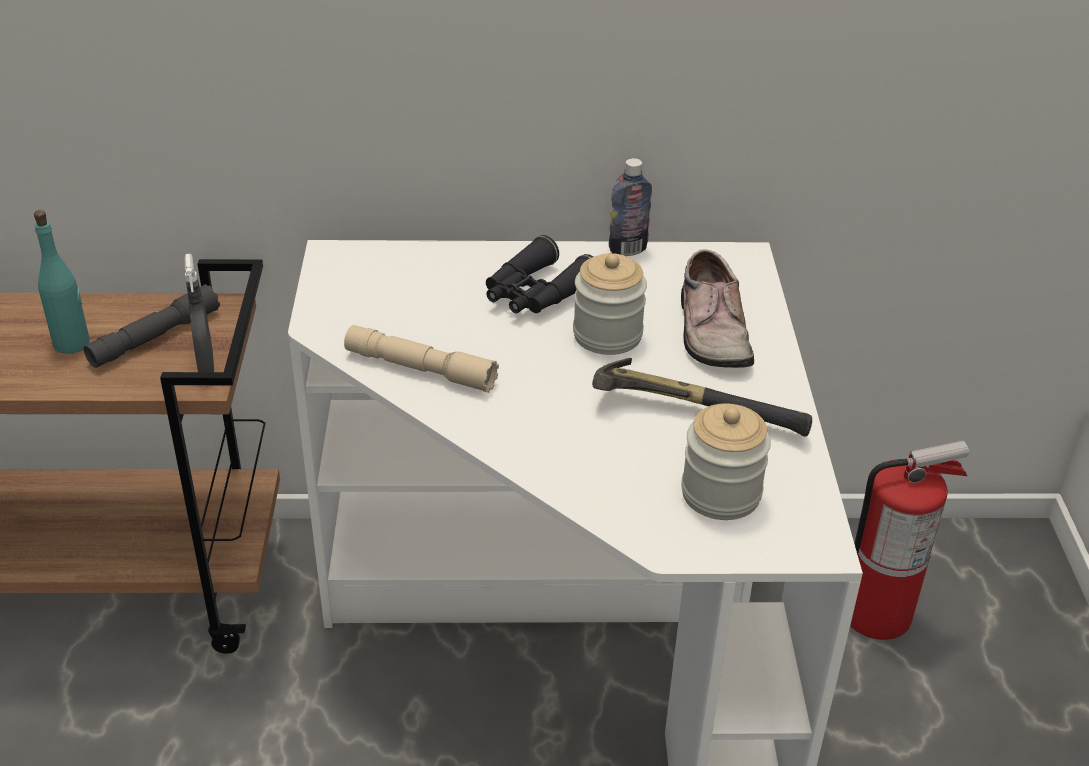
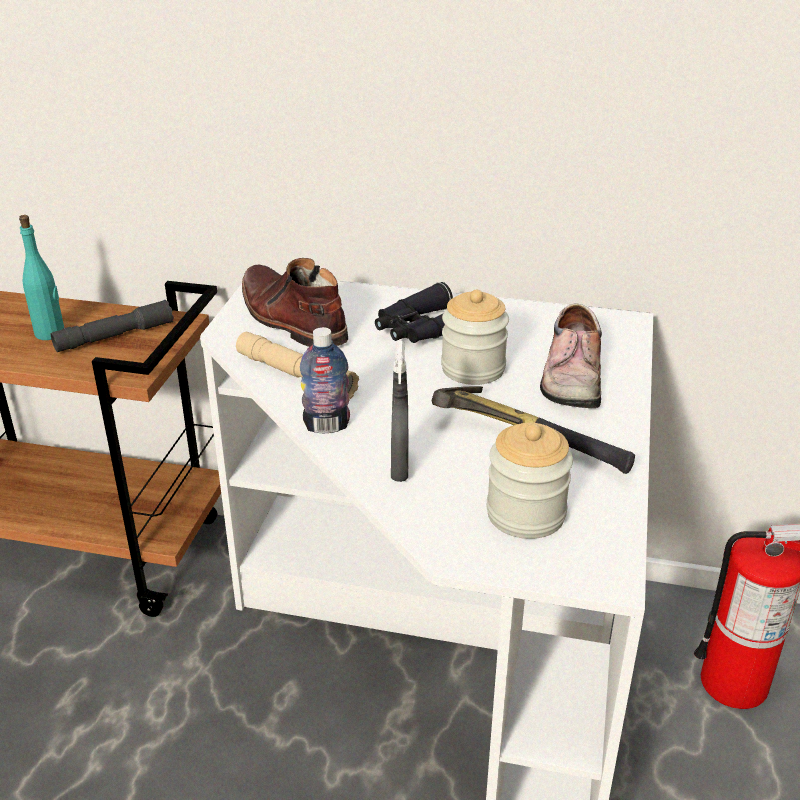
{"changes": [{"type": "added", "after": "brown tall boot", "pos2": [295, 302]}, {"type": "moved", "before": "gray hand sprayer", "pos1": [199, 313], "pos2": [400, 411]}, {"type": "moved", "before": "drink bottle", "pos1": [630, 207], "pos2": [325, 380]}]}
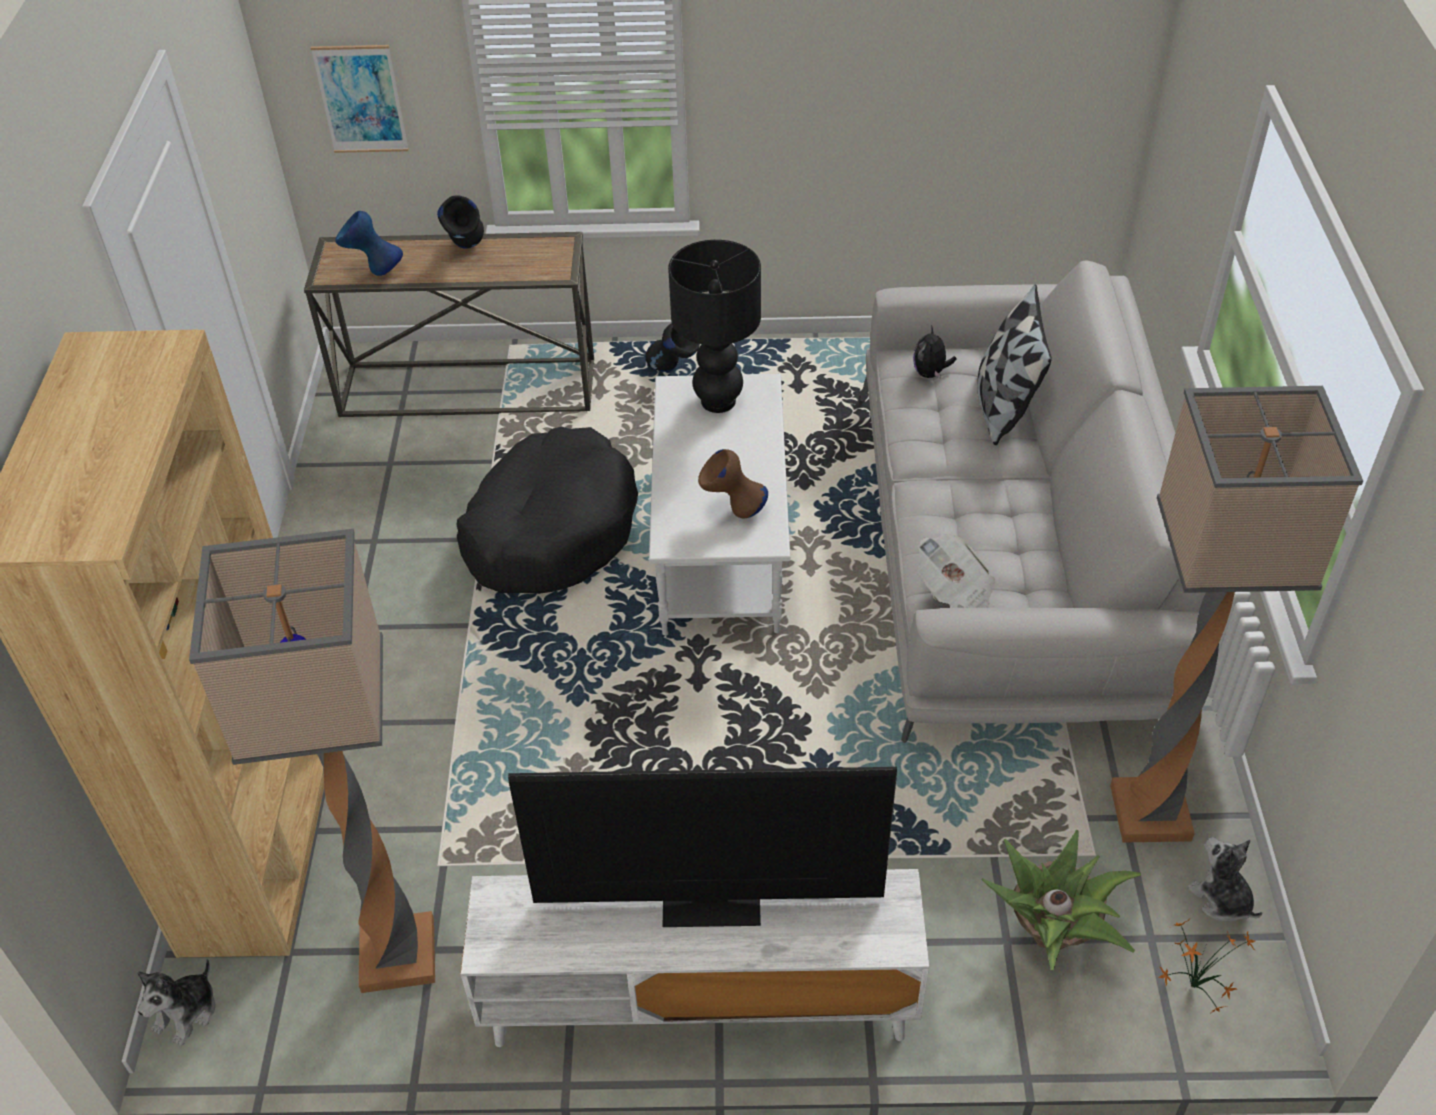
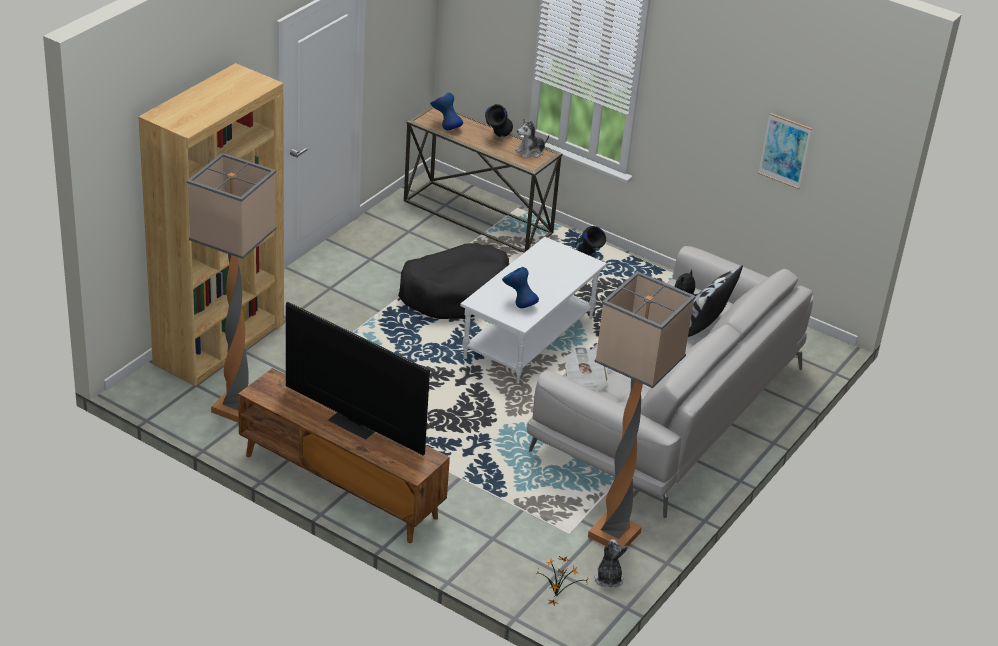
{"changes": [{"type": "removed", "before": "black-coloured table lamp", "pos1": [714, 326]}, {"type": "removed", "before": "houseplant", "pos1": [1061, 900]}, {"type": "moved", "before": "plush toy", "pos1": [176, 1002], "pos2": [532, 138]}, {"type": "moved", "before": "wall art", "pos1": [360, 99], "pos2": [785, 151]}, {"type": "recoloured", "before": "white tv unit", "after": "brown tv unit", "pos1": [694, 958], "pos2": [344, 455]}, {"type": "recoloured", "before": "brown flower vase", "after": "blue-coloured flower vase", "pos1": [733, 483], "pos2": [520, 287]}]}
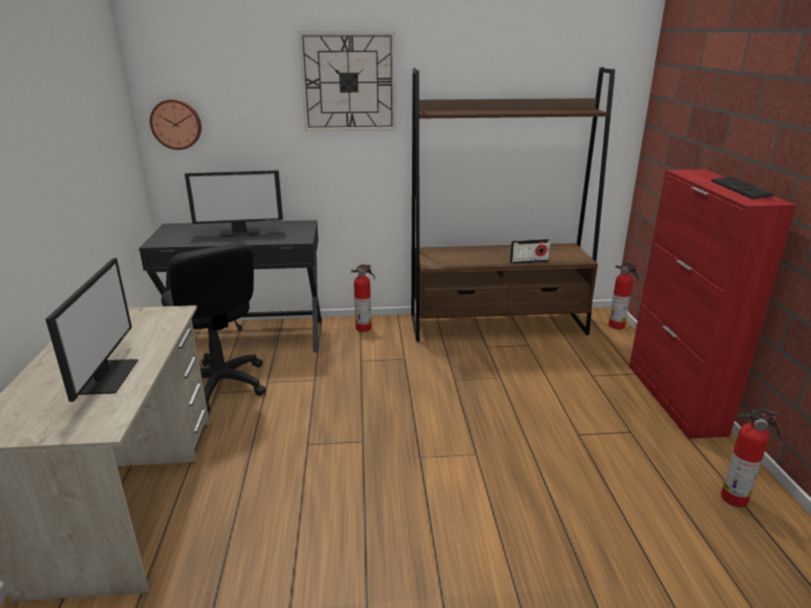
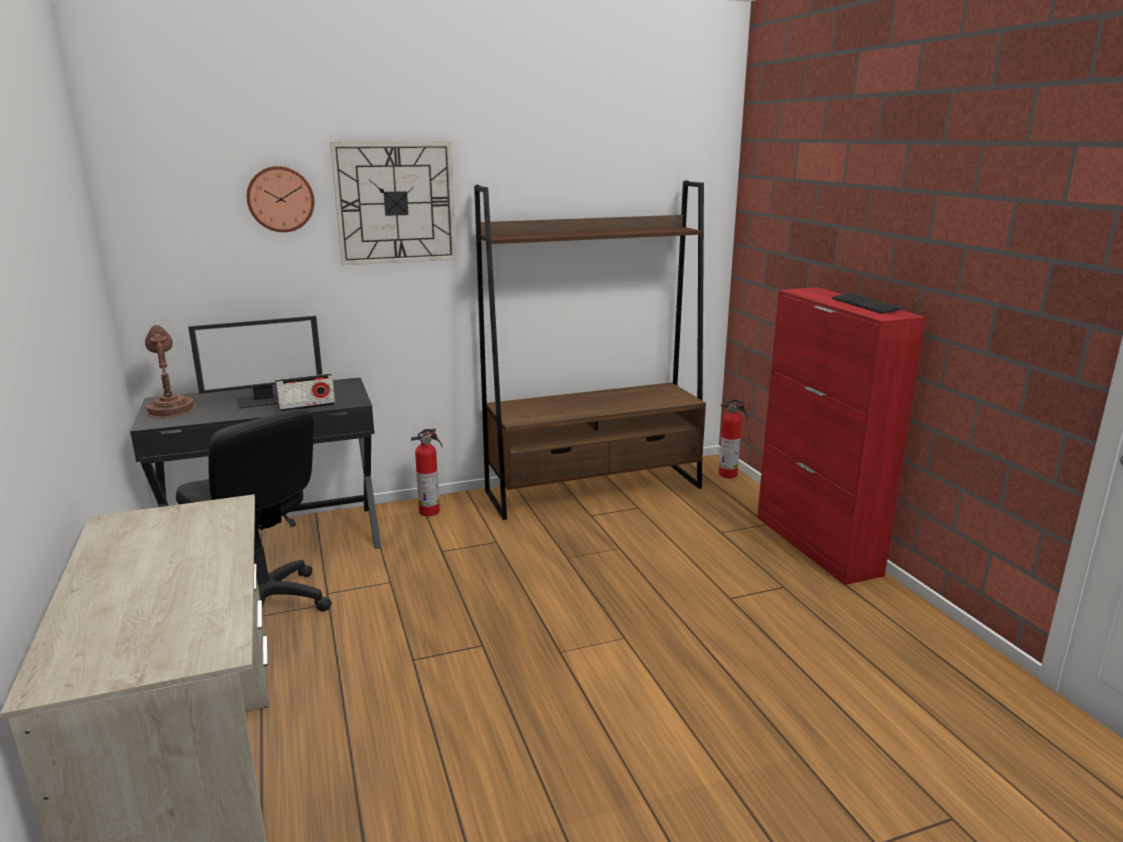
{"changes": [{"type": "removed", "before": "computer screen", "pos1": [92, 330]}, {"type": "removed", "before": "fire-fighting cylinder", "pos1": [750, 458]}, {"type": "added", "after": "brown table lamp", "pos2": [170, 371]}, {"type": "moved", "before": "hanging clock", "pos1": [176, 124], "pos2": [280, 199]}, {"type": "moved", "before": "radio", "pos1": [530, 251], "pos2": [305, 393]}]}
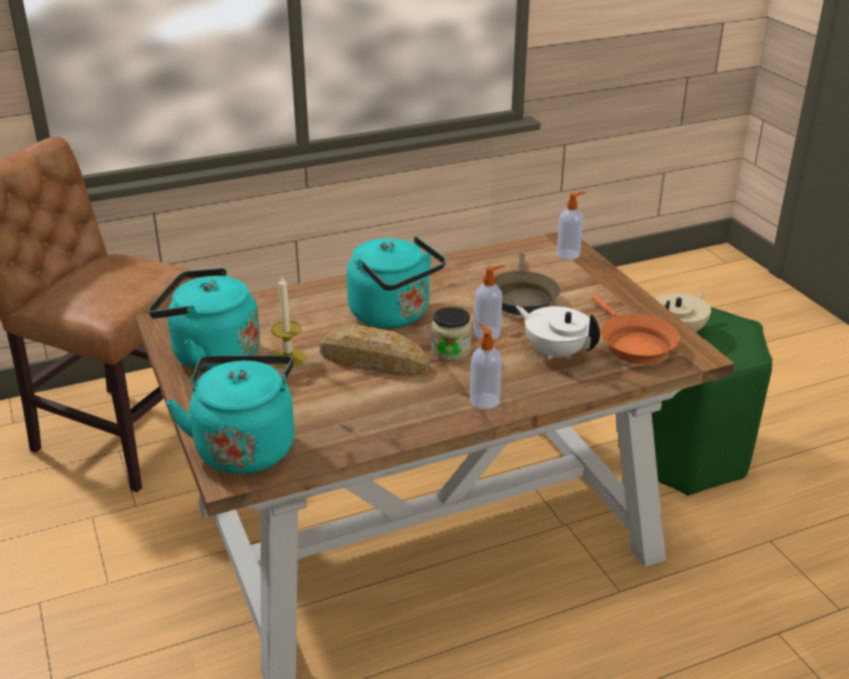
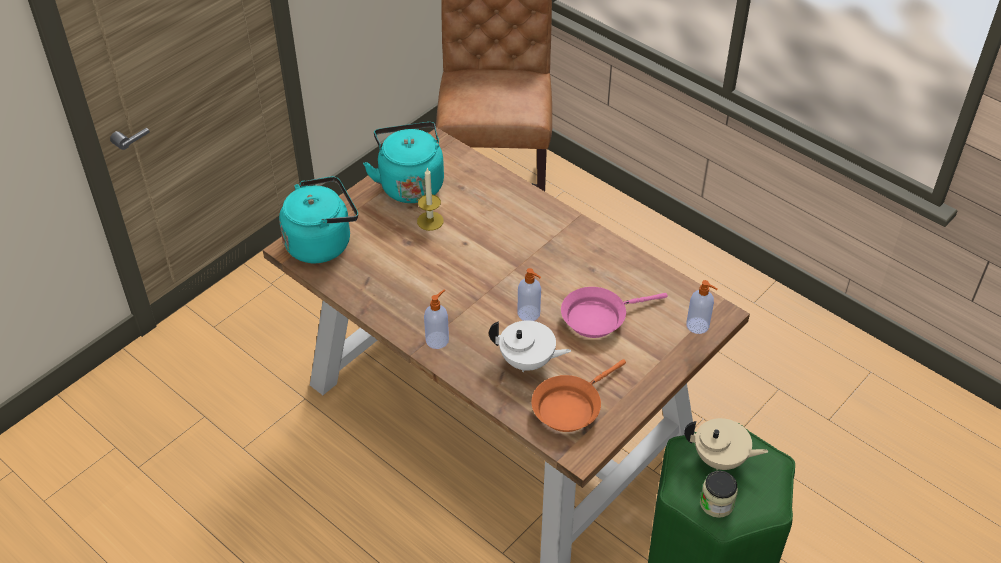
{"changes": [{"type": "removed", "before": "baked bread", "pos1": [374, 350]}, {"type": "removed", "before": "turquoise water kettle", "pos1": [396, 282]}, {"type": "moved", "before": "preserve jar", "pos1": [451, 334], "pos2": [719, 494]}, {"type": "recoloured", "before": "brown frying pan", "after": "pink frying pan", "pos1": [527, 284], "pos2": [614, 312]}, {"type": "turned", "before": "white pot for tea", "pos1": [558, 333], "pos2": [530, 346], "turn": 90}]}
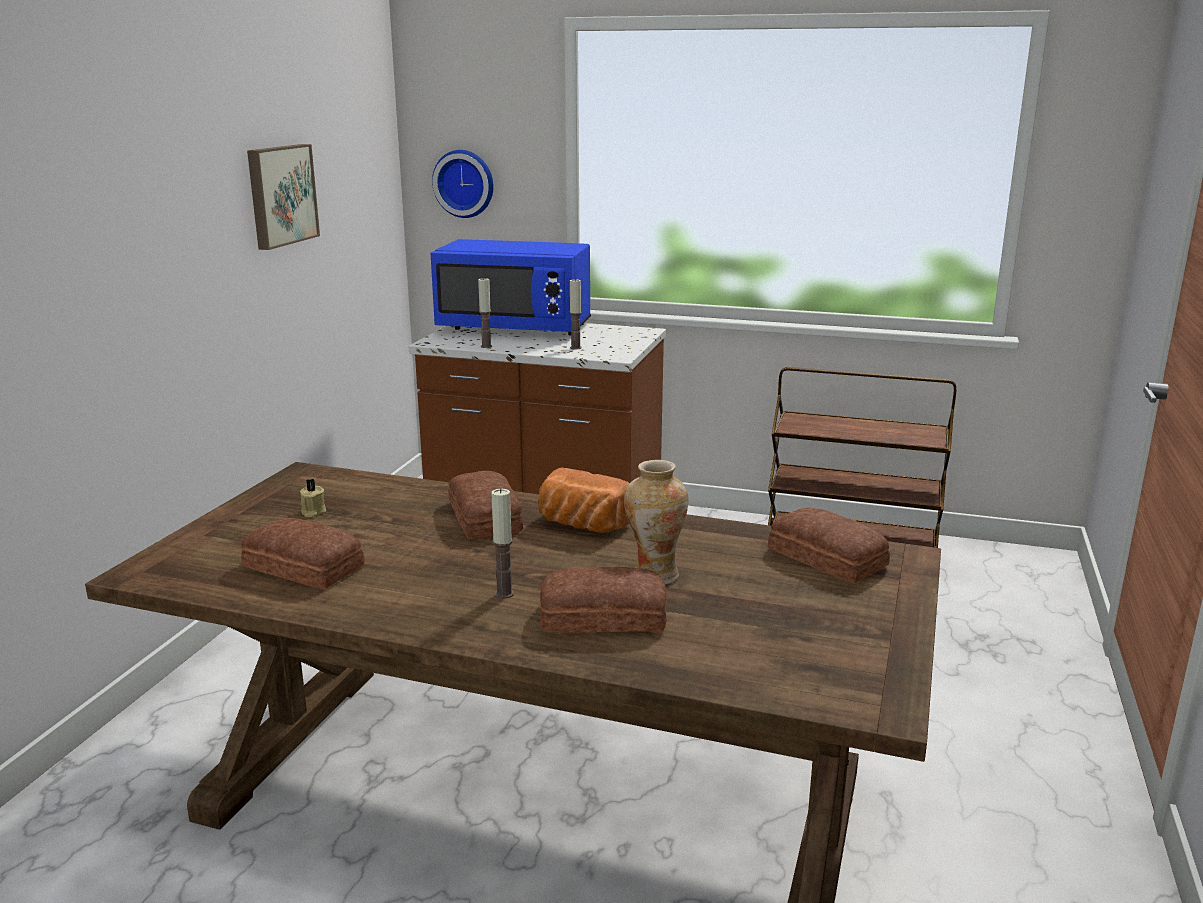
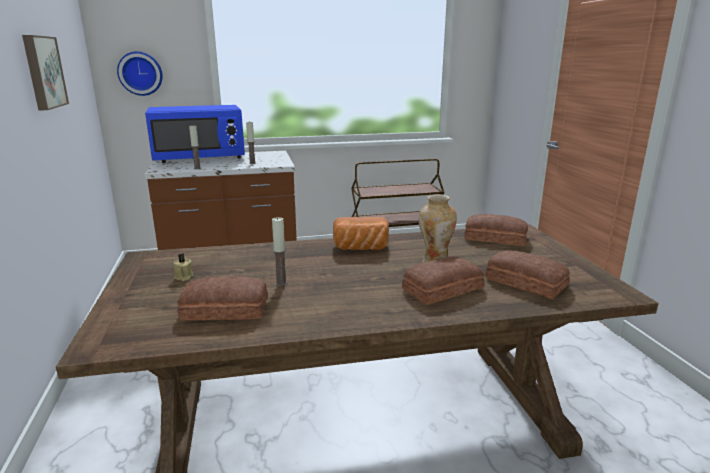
{"changes": [{"type": "moved", "before": "baked bread", "pos1": [485, 504], "pos2": [527, 274]}, {"type": "moved", "before": "wax candle", "pos1": [502, 543], "pos2": [279, 252]}]}
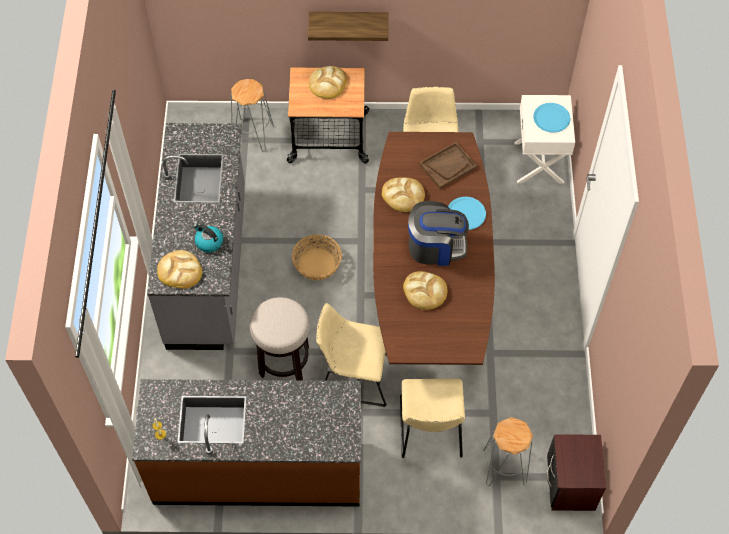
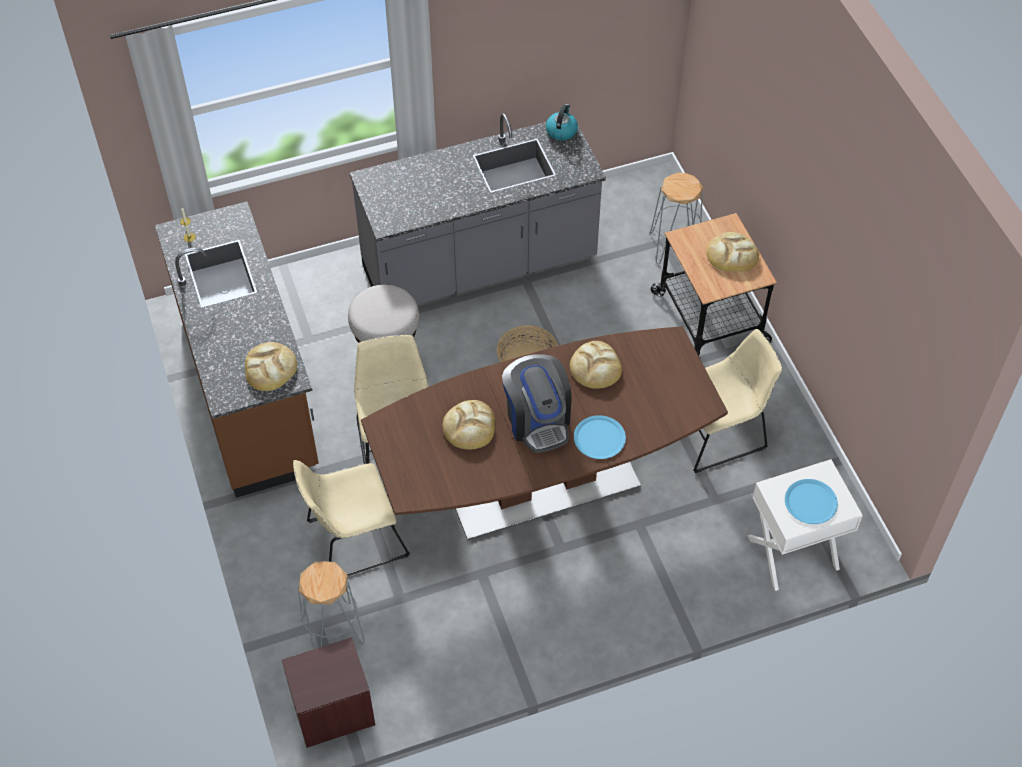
{"changes": [{"type": "removed", "before": "bracket shelf", "pos1": [348, 26]}, {"type": "removed", "before": "brown carrying tray", "pos1": [448, 165]}, {"type": "moved", "before": "baked bread", "pos1": [180, 269], "pos2": [271, 366]}, {"type": "moved", "before": "water kettle", "pos1": [208, 237], "pos2": [562, 122]}]}
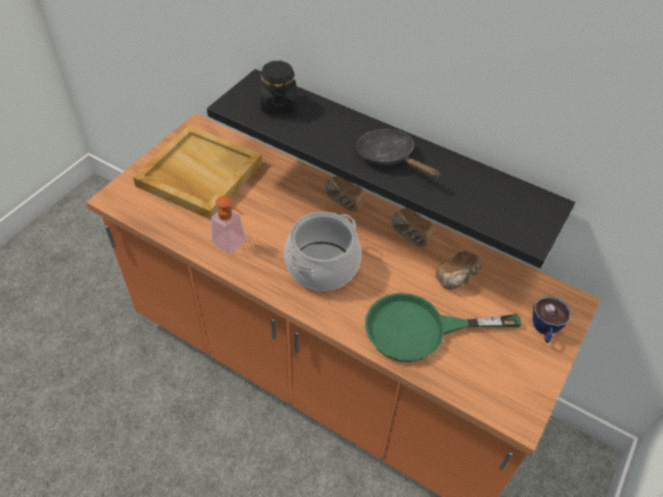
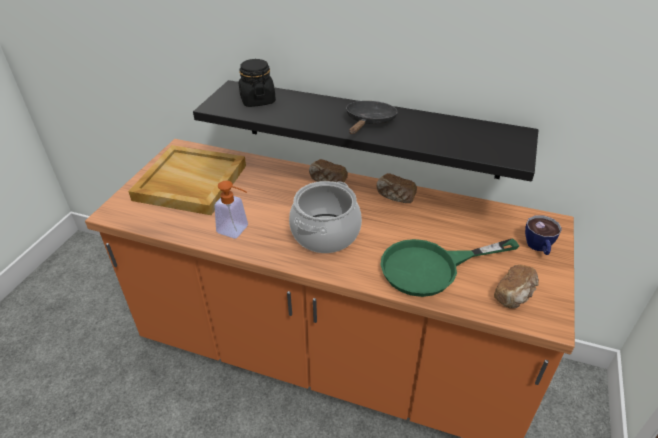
{"changes": [{"type": "moved", "before": "baked bread", "pos1": [458, 270], "pos2": [516, 286]}, {"type": "turned", "before": "black-coloured frying pan", "pos1": [398, 153], "pos2": [371, 117], "turn": 75}]}
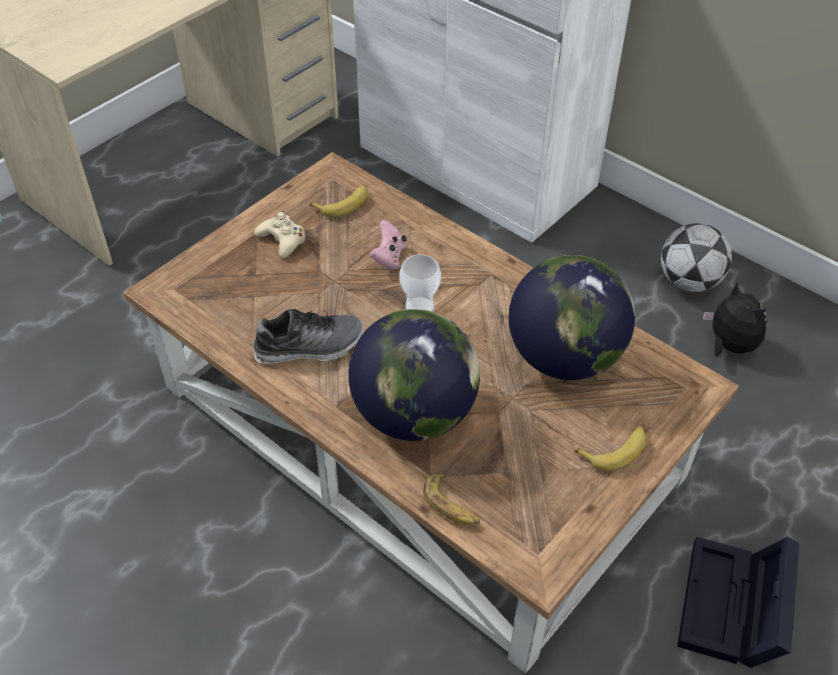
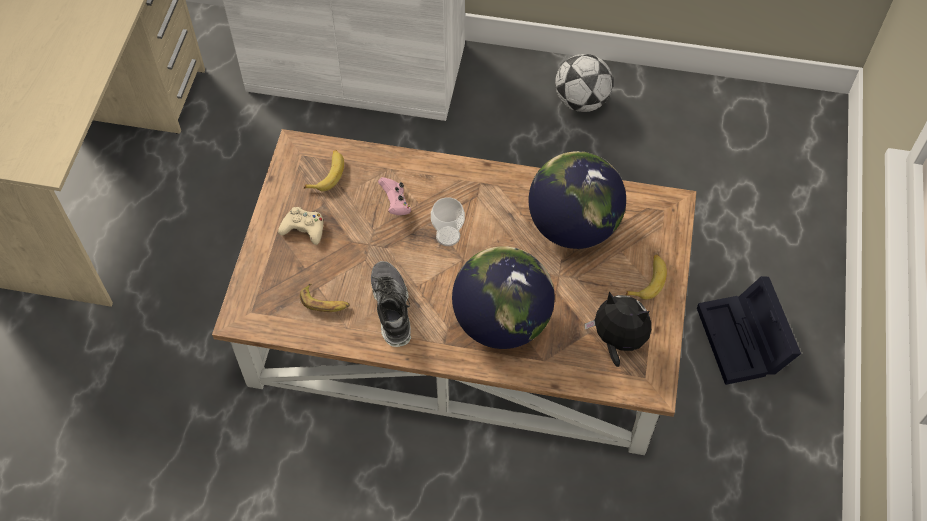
{"changes": [{"type": "moved", "before": "banana", "pos1": [451, 499], "pos2": [325, 298]}, {"type": "moved", "before": "plush toy", "pos1": [735, 319], "pos2": [618, 329]}, {"type": "turned", "before": "low shoe", "pos1": [308, 336], "pos2": [391, 304], "turn": -60}]}
